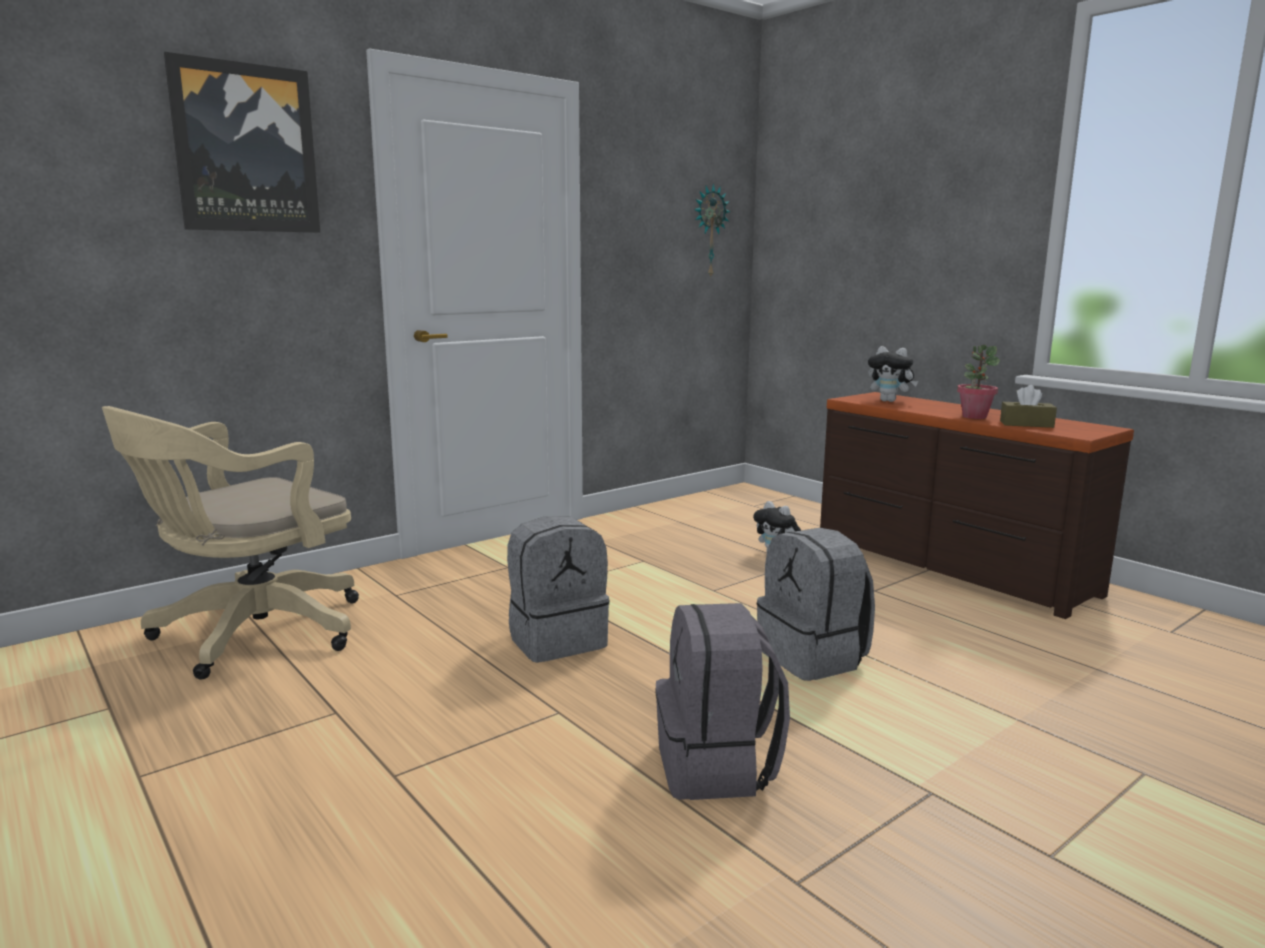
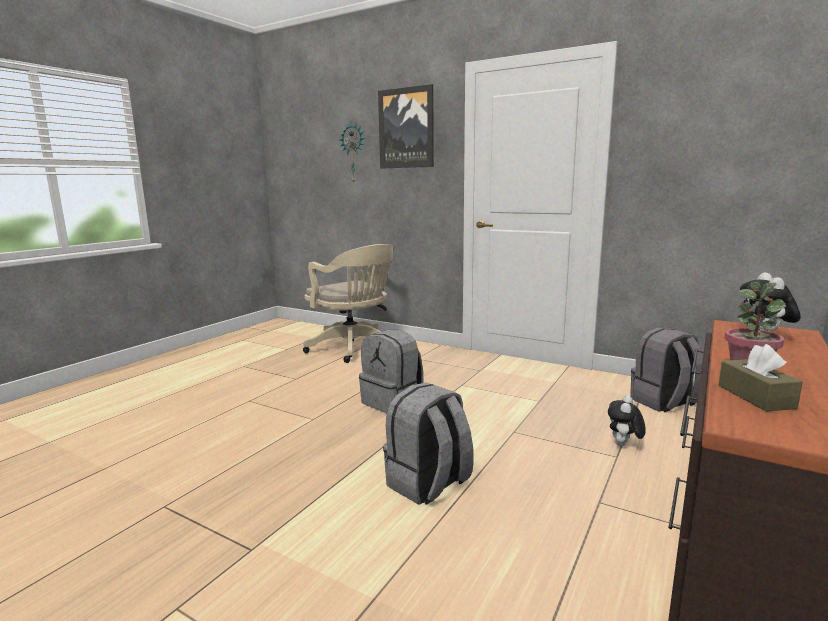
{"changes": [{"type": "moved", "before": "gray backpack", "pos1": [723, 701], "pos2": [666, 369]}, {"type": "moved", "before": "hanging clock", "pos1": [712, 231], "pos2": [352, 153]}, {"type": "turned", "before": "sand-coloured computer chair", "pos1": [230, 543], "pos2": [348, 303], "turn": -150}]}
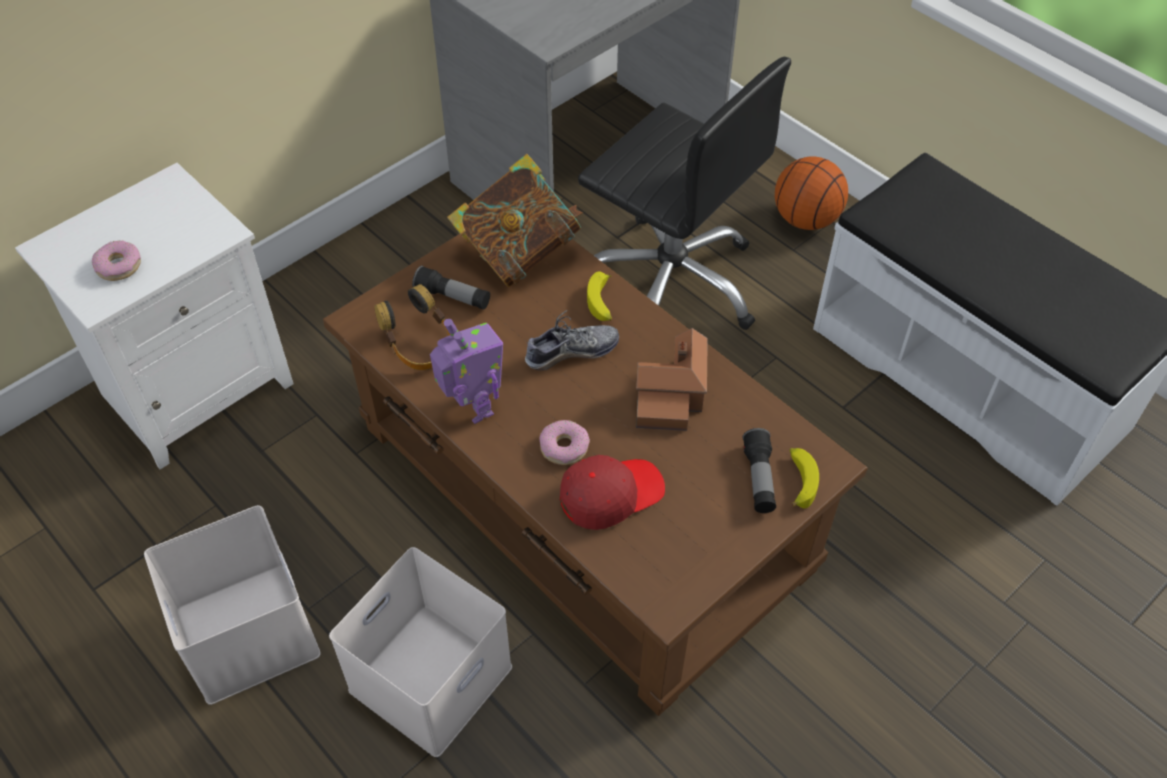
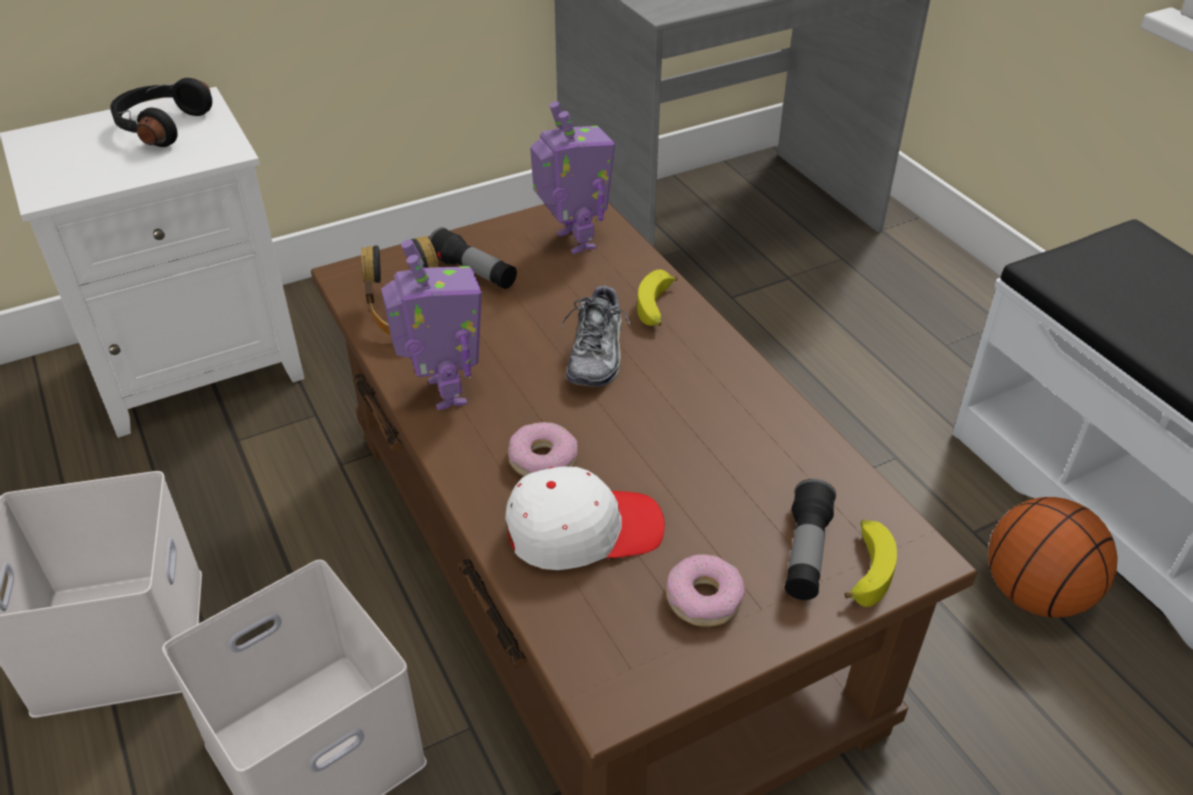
{"changes": [{"type": "removed", "before": "black-coloured computer chair", "pos1": [684, 193]}, {"type": "removed", "before": "toy house", "pos1": [672, 379]}, {"type": "added", "after": "black-coloured headphones", "pos2": [161, 112]}, {"type": "moved", "before": "doughnut", "pos1": [116, 261], "pos2": [705, 590]}, {"type": "moved", "before": "basketball ball", "pos1": [811, 193], "pos2": [1052, 557]}, {"type": "replaced", "before": "volume", "after": "toy robot", "pos1": [515, 220], "pos2": [572, 177]}, {"type": "recoloured", "before": "reddish peaked cap", "after": "white peaked cap", "pos1": [612, 492], "pos2": [585, 518]}, {"type": "turned", "before": "low shoe", "pos1": [572, 340], "pos2": [595, 333], "turn": 105}]}
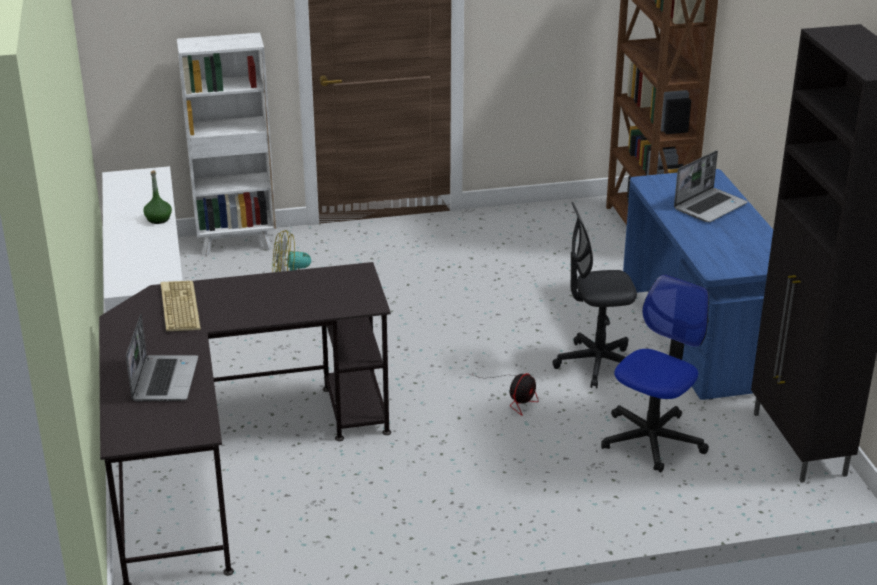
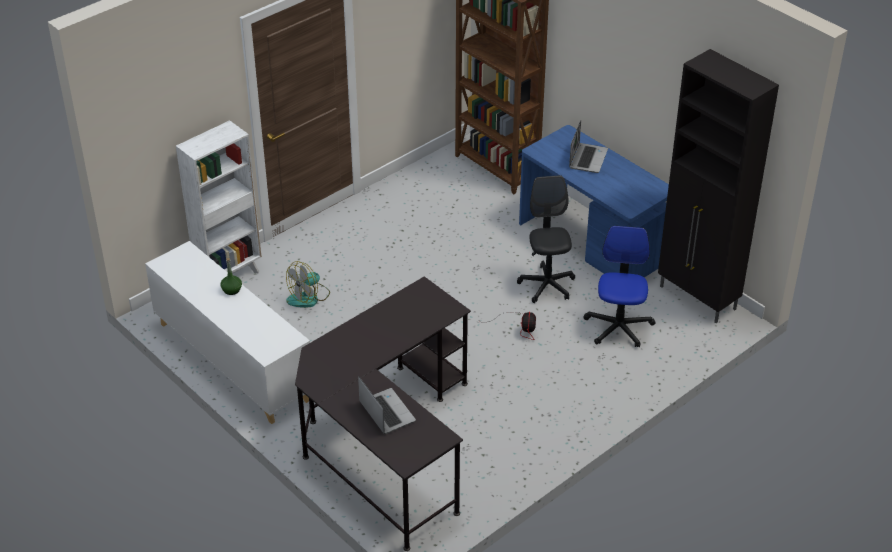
{"changes": [{"type": "removed", "before": "computer keyboard", "pos1": [180, 306]}, {"type": "turned", "before": "black-coloured computer chair", "pos1": [594, 295], "pos2": [546, 239], "turn": 120}]}
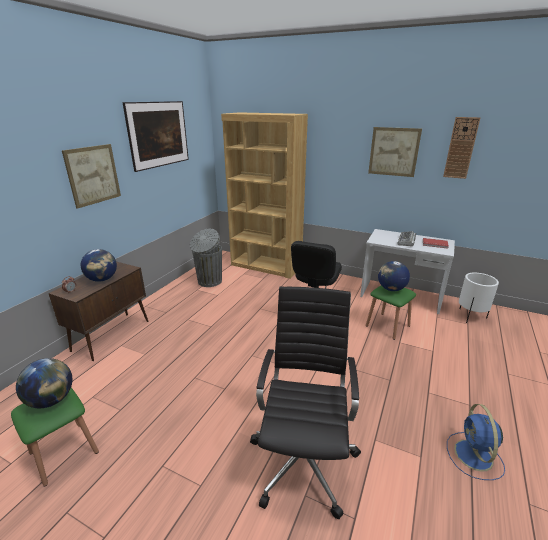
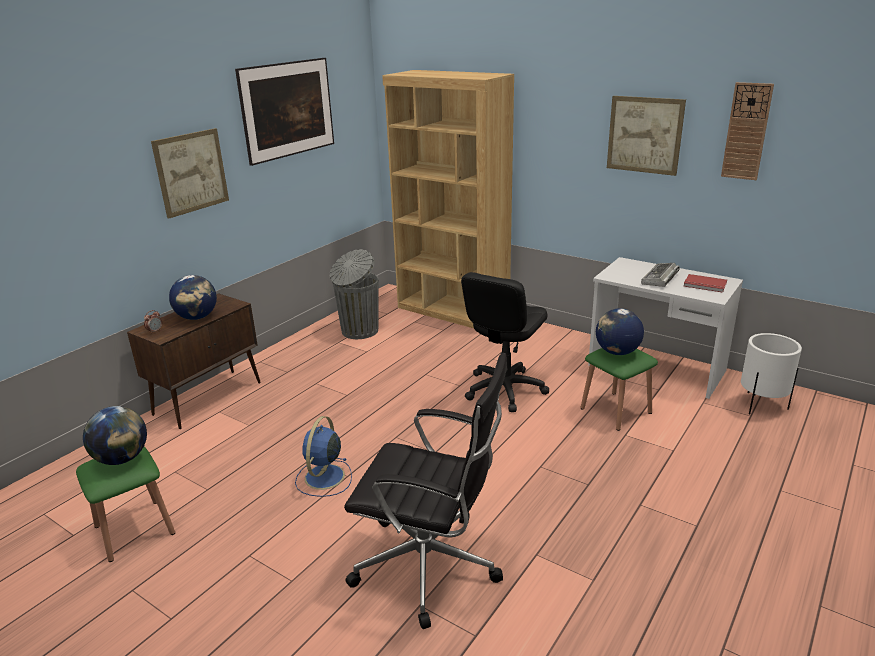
{"changes": [{"type": "moved", "before": "blue-coloured cooling fan", "pos1": [476, 442], "pos2": [323, 456]}, {"type": "turned", "before": "black-coloured computer chair", "pos1": [305, 403], "pos2": [426, 491], "turn": 90}]}
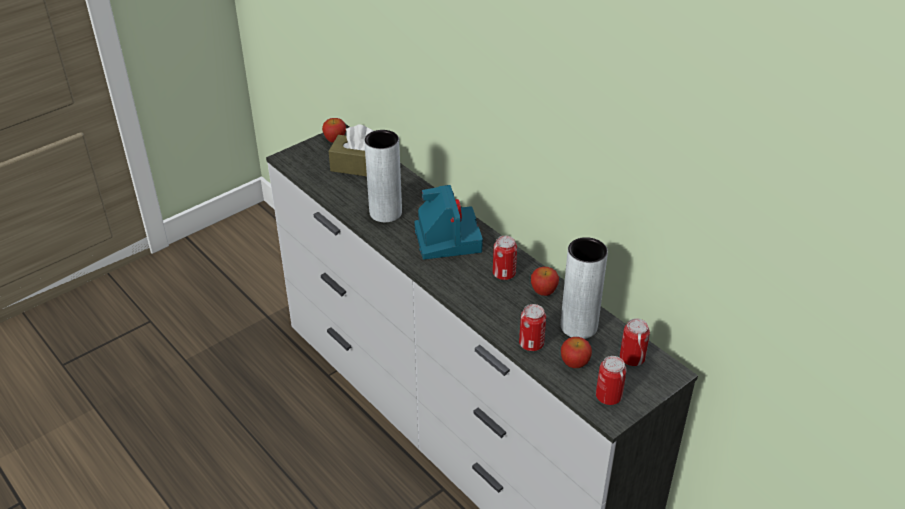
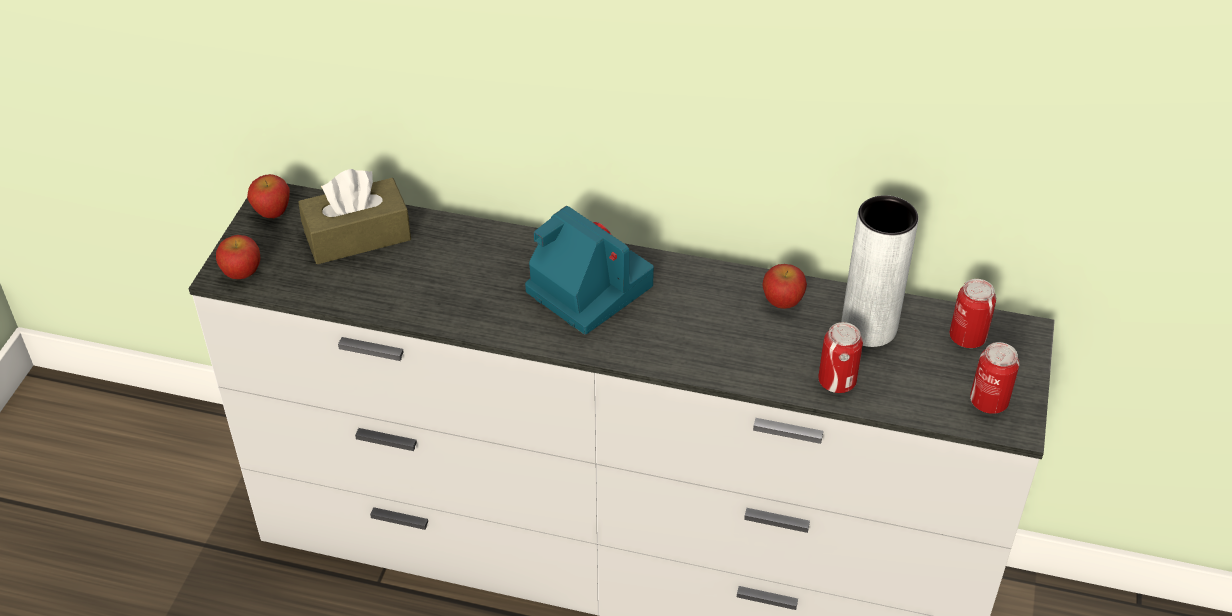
{"changes": [{"type": "removed", "before": "gray flower vase", "pos1": [383, 176]}, {"type": "removed", "before": "metal can", "pos1": [505, 258]}, {"type": "moved", "before": "apple fruit", "pos1": [576, 352], "pos2": [238, 257]}]}
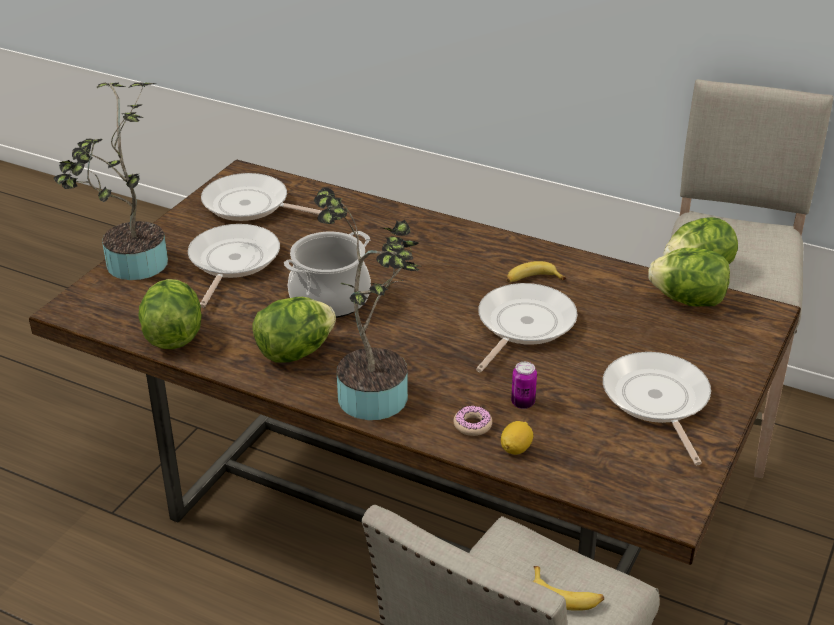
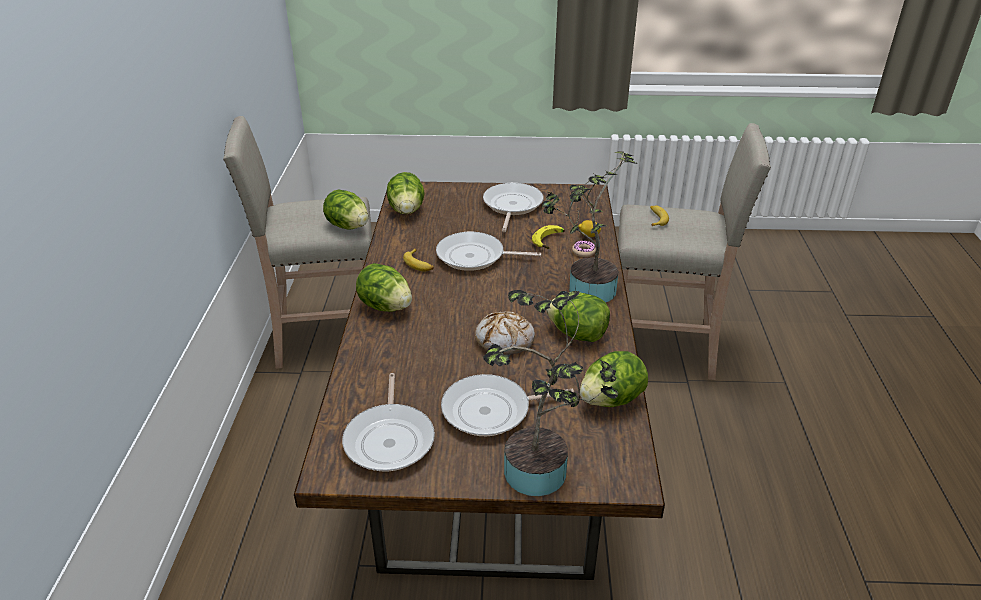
{"changes": [{"type": "added", "after": "lettuce head", "pos2": [384, 287]}, {"type": "replaced", "before": "cooking pot", "after": "baked bread", "pos1": [327, 274], "pos2": [505, 333]}, {"type": "replaced", "before": "metal can", "after": "banana", "pos1": [524, 385], "pos2": [548, 237]}, {"type": "turned", "before": "frying pan", "pos1": [657, 408], "pos2": [513, 207], "turn": 135}]}
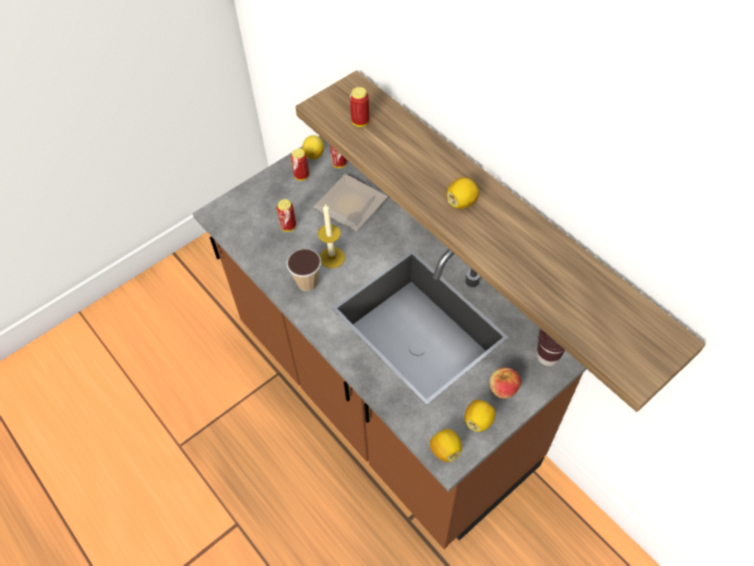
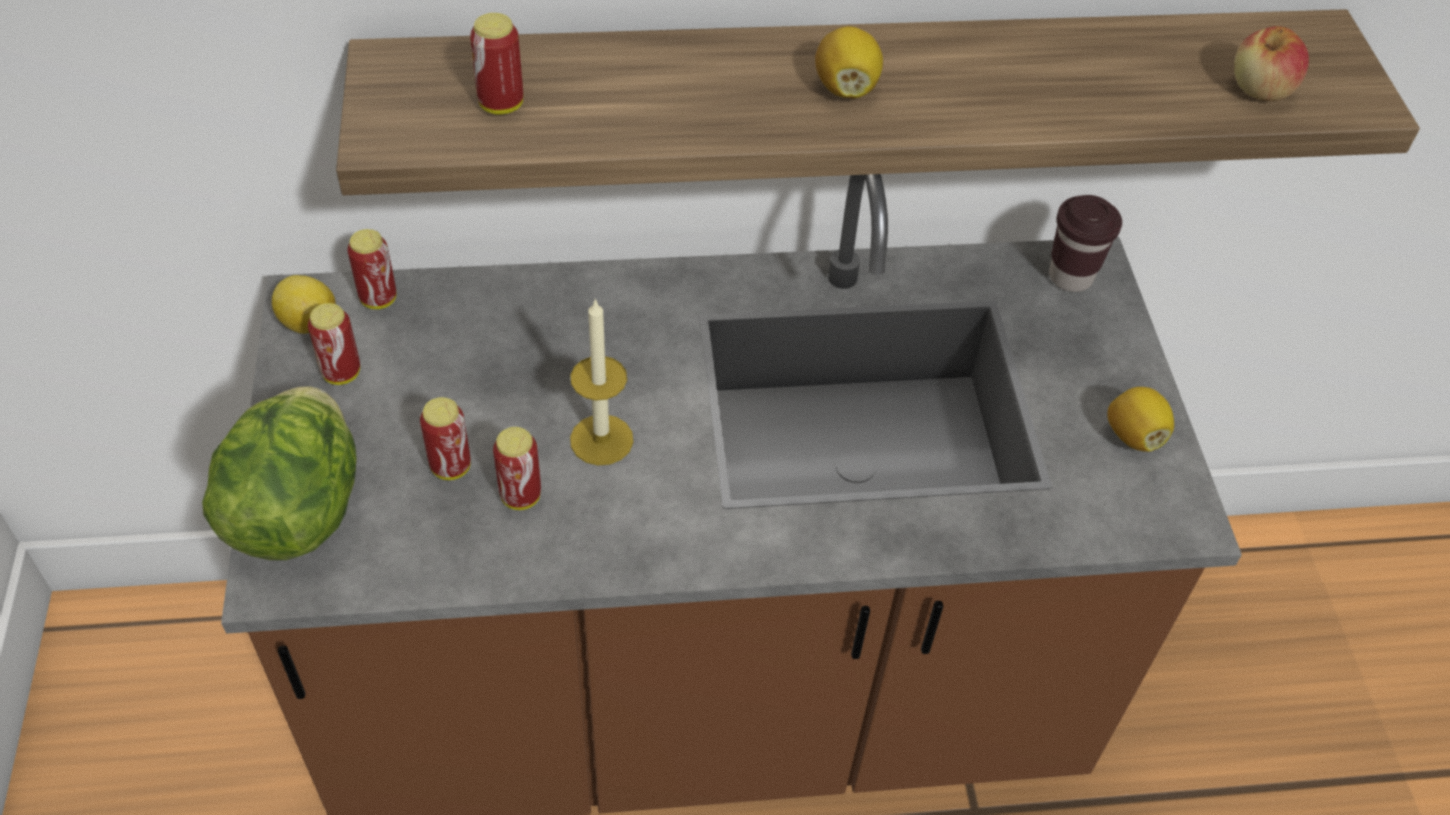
{"changes": [{"type": "removed", "before": "small cup", "pos1": [303, 270]}, {"type": "removed", "before": "plate", "pos1": [351, 202]}, {"type": "removed", "before": "citrus fruit", "pos1": [446, 445]}, {"type": "added", "after": "lettuce head", "pos2": [279, 473]}, {"type": "added", "after": "metal can", "pos2": [517, 468]}, {"type": "moved", "before": "apple fruit", "pos1": [505, 383], "pos2": [1271, 63]}]}
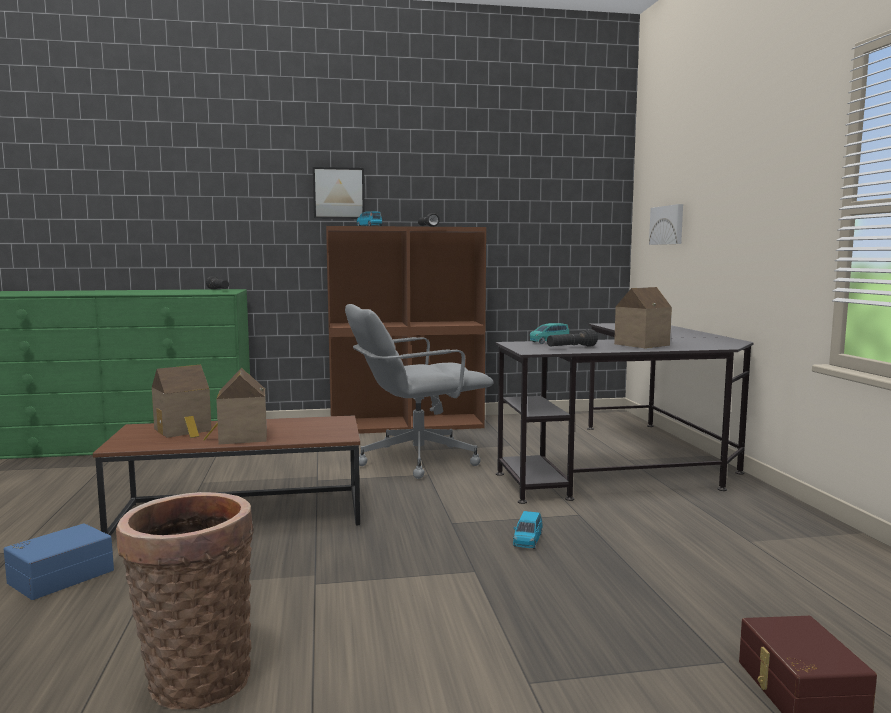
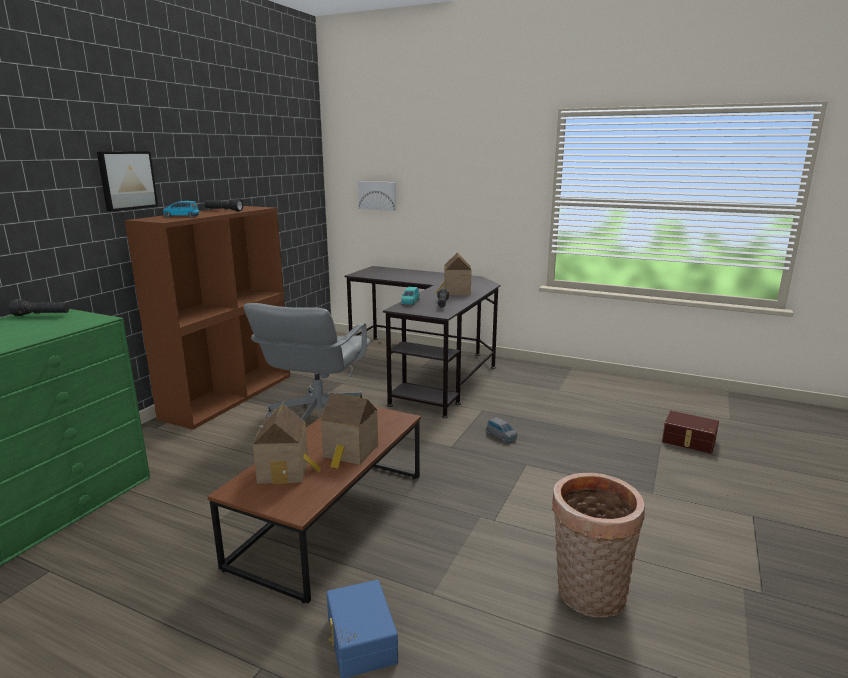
{"changes": [{"type": "recoloured", "before": "blue-coloured miniature car", "after": "gray miniature car", "pos1": [528, 530], "pos2": [502, 430]}]}
